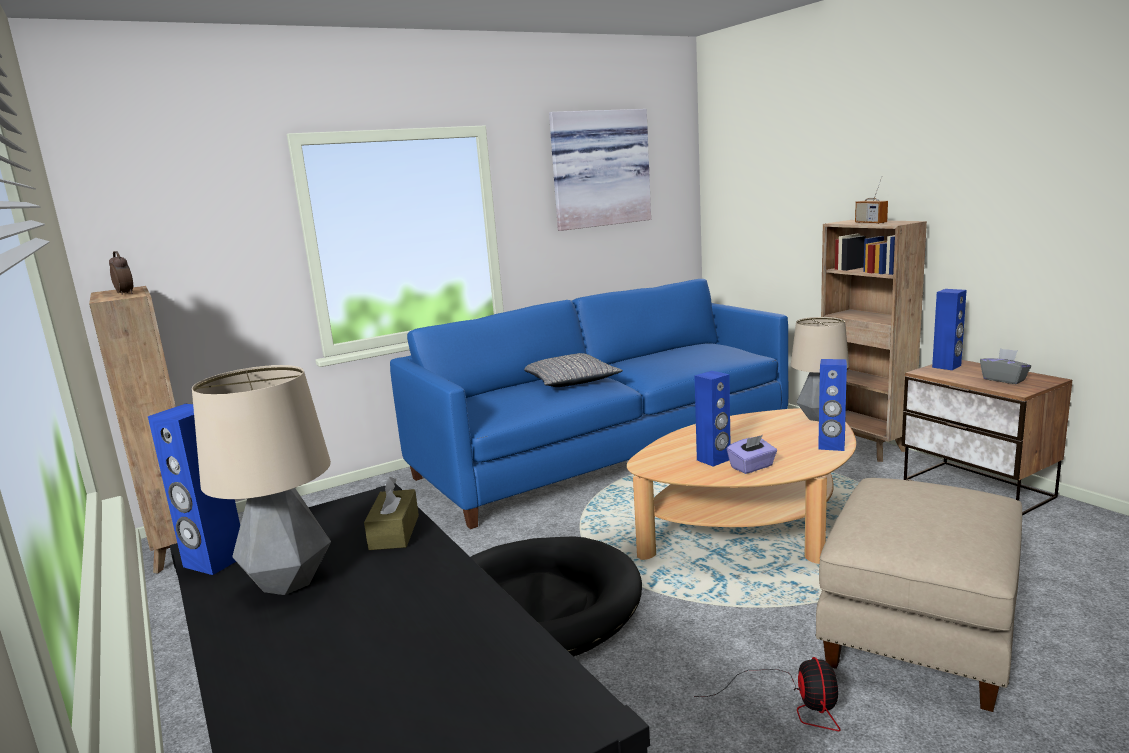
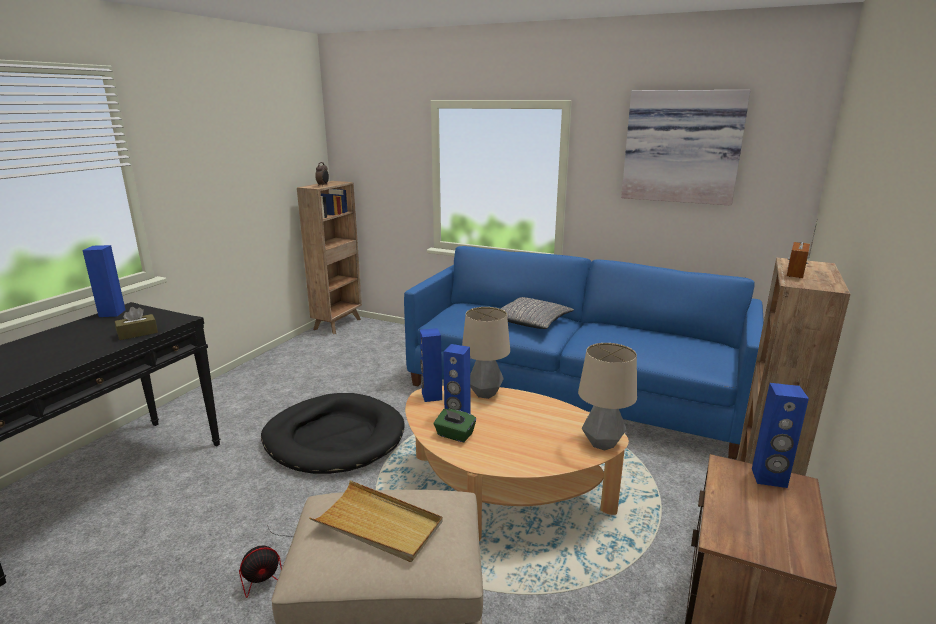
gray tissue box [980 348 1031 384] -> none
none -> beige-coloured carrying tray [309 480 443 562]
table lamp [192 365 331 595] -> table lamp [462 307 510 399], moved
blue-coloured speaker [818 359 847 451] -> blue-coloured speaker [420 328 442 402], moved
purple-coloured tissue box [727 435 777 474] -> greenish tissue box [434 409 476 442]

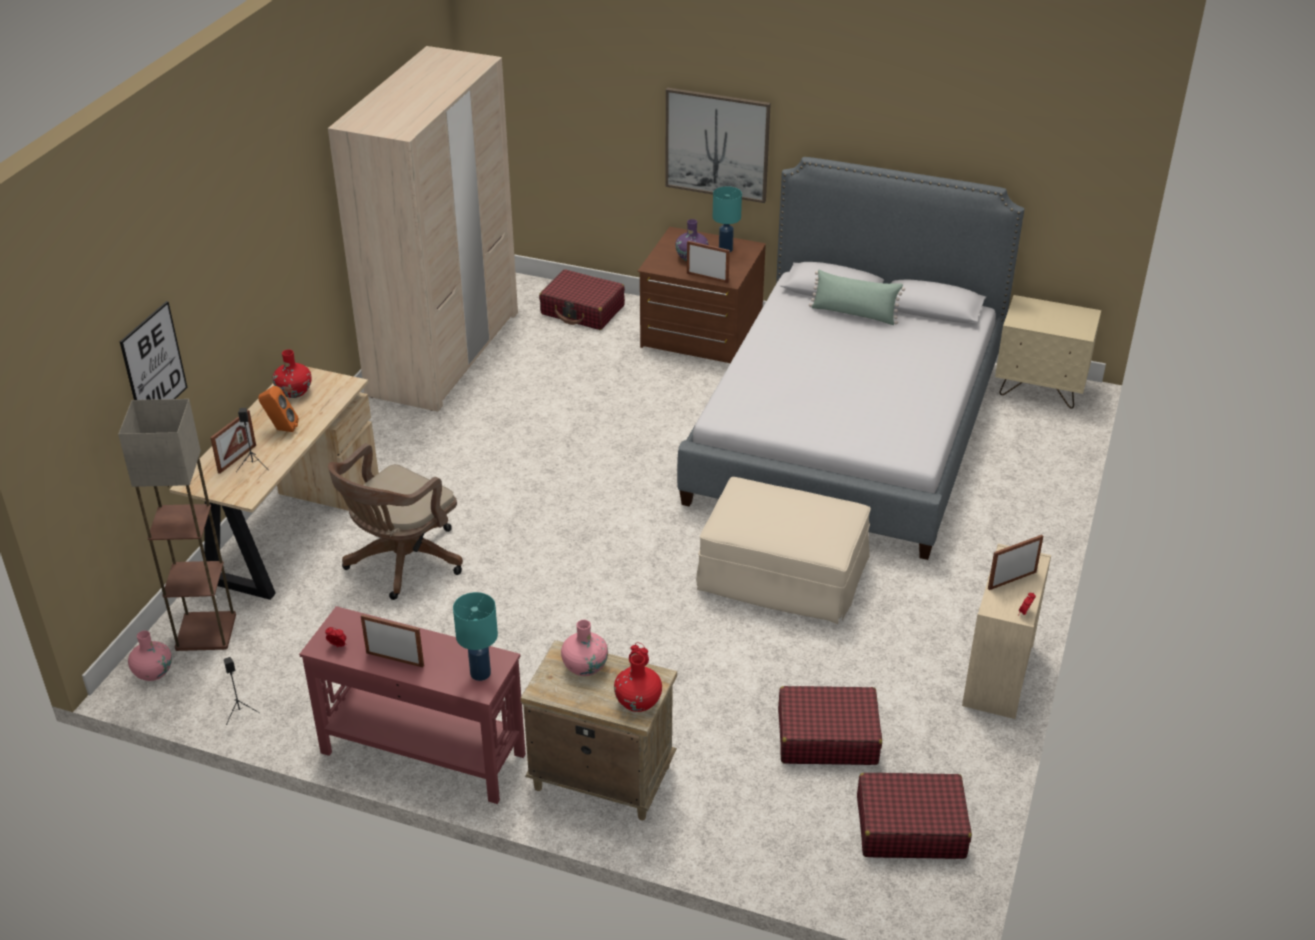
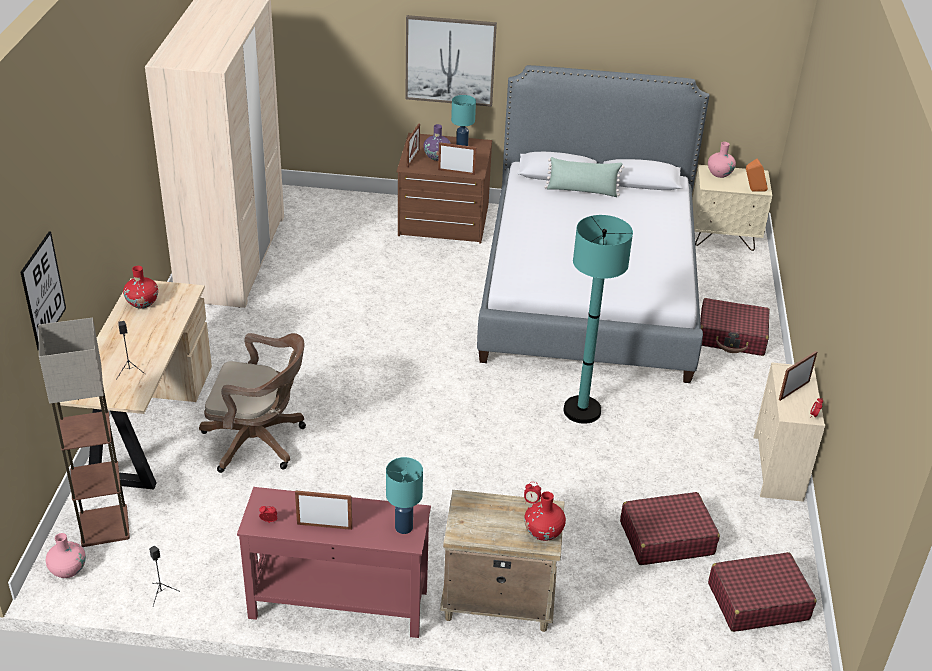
photo frame [210 410 256 474] -> photo frame [407 124 420 168], moved
orangey speaker [258 386 298 432] -> orangey speaker [746 158 768 191], moved
reddish piece of luggage [539 269 625 330] -> reddish piece of luggage [700 298 770 356], moved
pink-coloured flower vase [561 620 608 676] -> pink-coloured flower vase [708 142 736 178], moved
beige-coloured ottoman [696 477 871 624] -> blue-green standard lamp [563 215 633 424]
brown desk chair [328 443 463 600] -> brown desk chair [199 333 306 473], 105 degrees counterclockwise

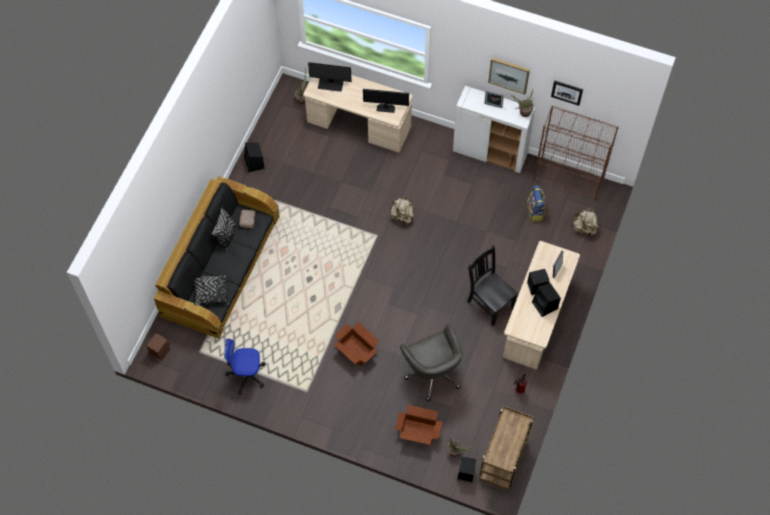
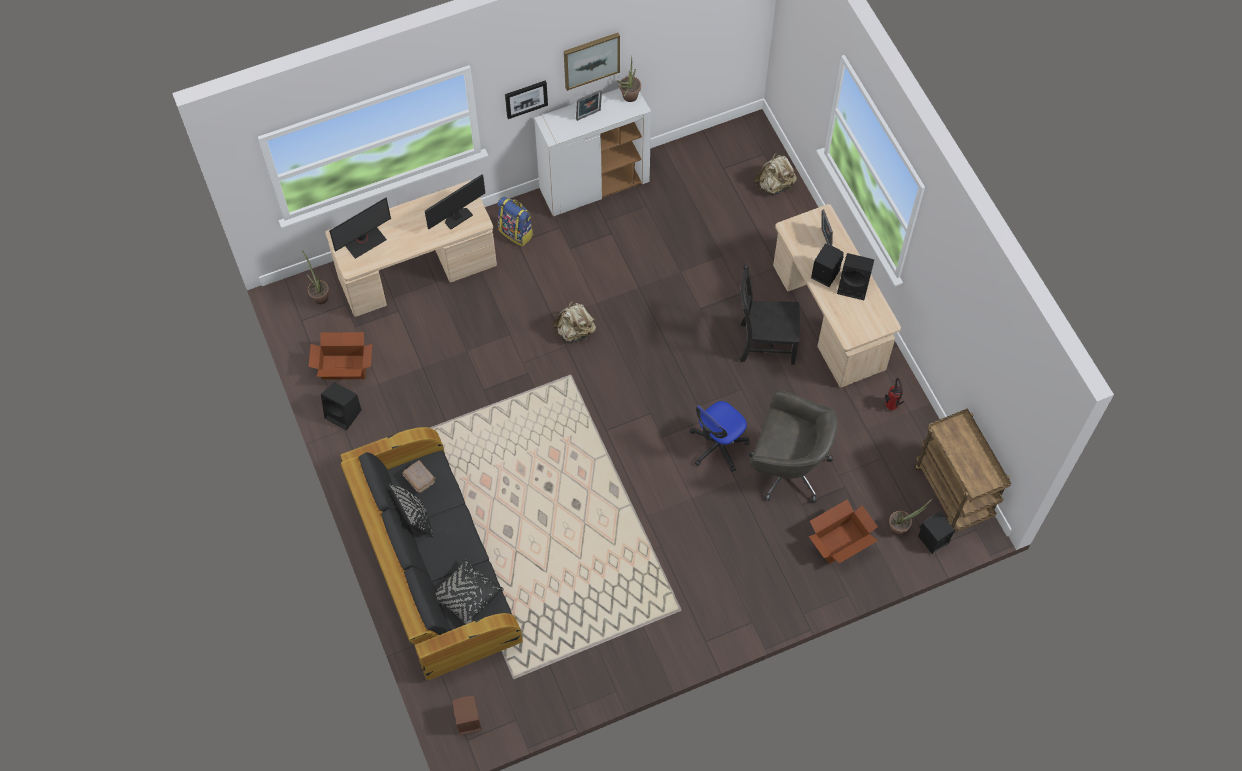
brown bookshelf [533 105 619 201] -> none
desk chair [224 339 265 395] -> desk chair [689 401 749 472], moved
carton [333 322 379 366] -> carton [309 332 372 380], moved
knapsack [527 186 546 221] -> knapsack [498 197 533 247], moved
wall picture [551 80 583 106] -> wall picture [505 81 548 119], moved

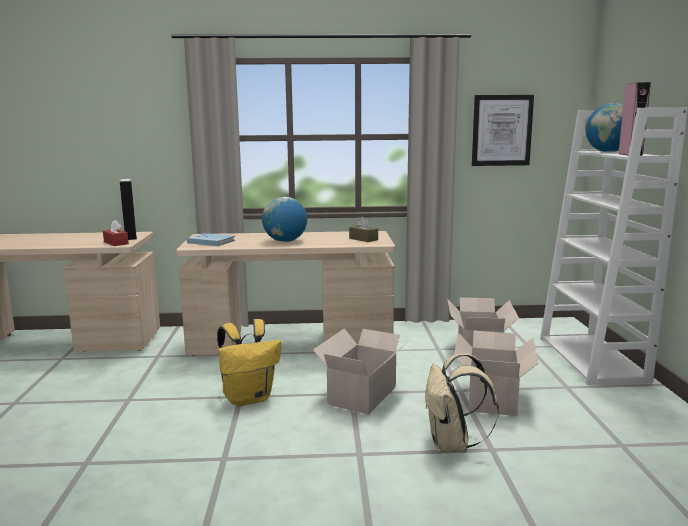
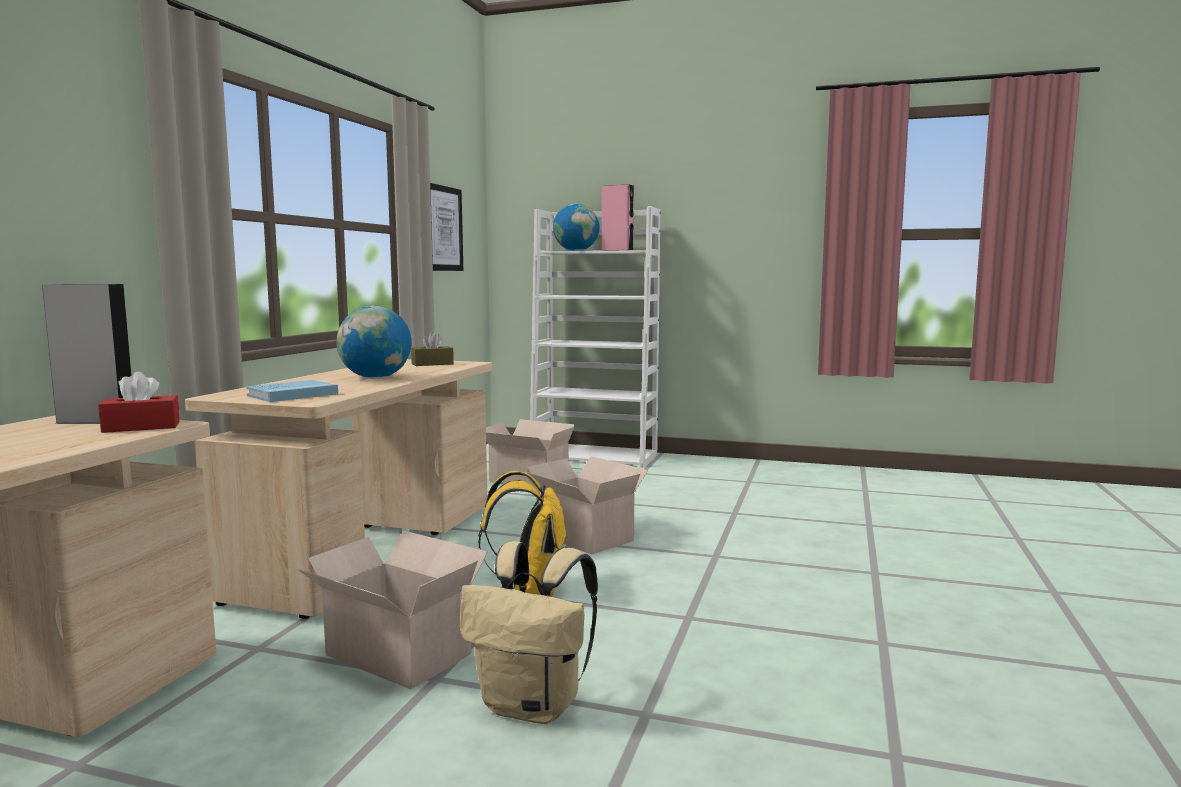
beige-coloured knapsack [425 353 499 453] -> beige-coloured knapsack [460 541 598 724], moved
carton [454 331 539 416] -> carton [297 530 488 689], moved

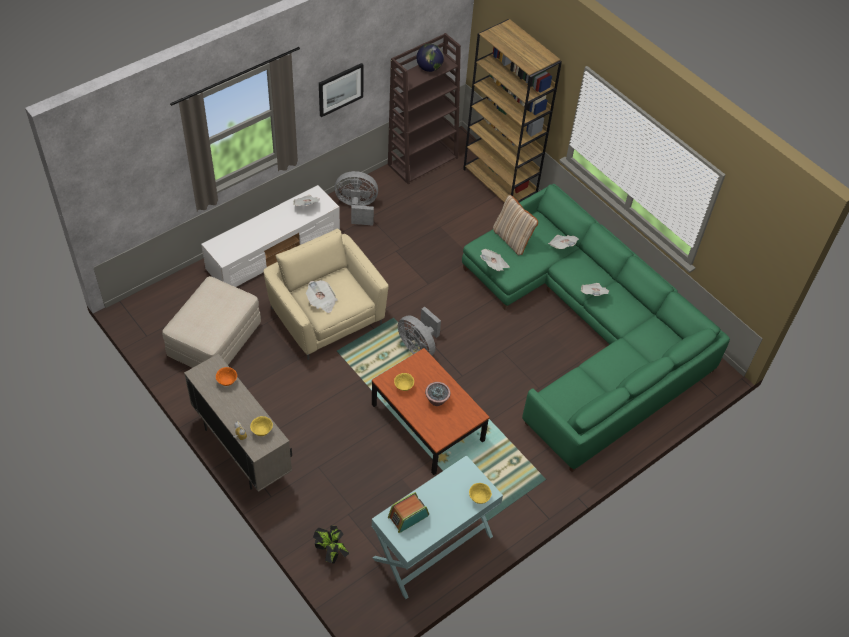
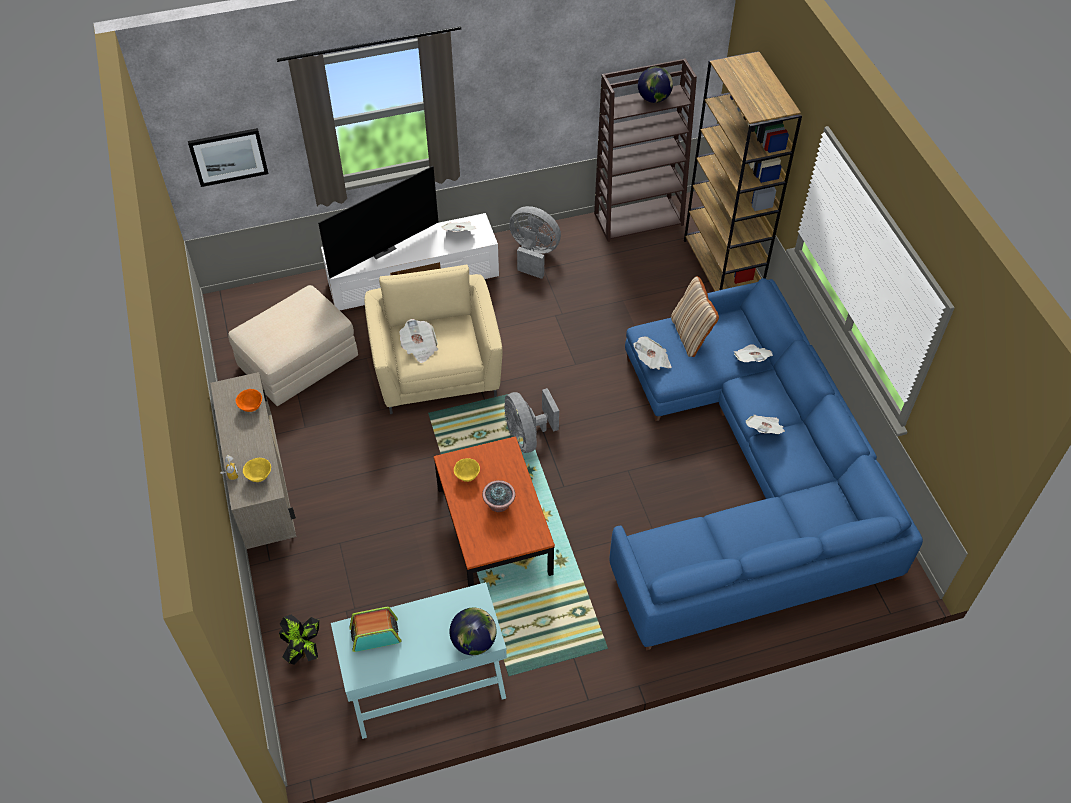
none -> TV [318 166 438 278]
wall picture [319 63 364 117] -> wall picture [188 128 269 187], moved
yellowish bowl [469 483 492 504] -> globe [450 608 497 655]
greenish sofa [462 184 730 472] -> blue-coloured sofa [609 278 923 650]

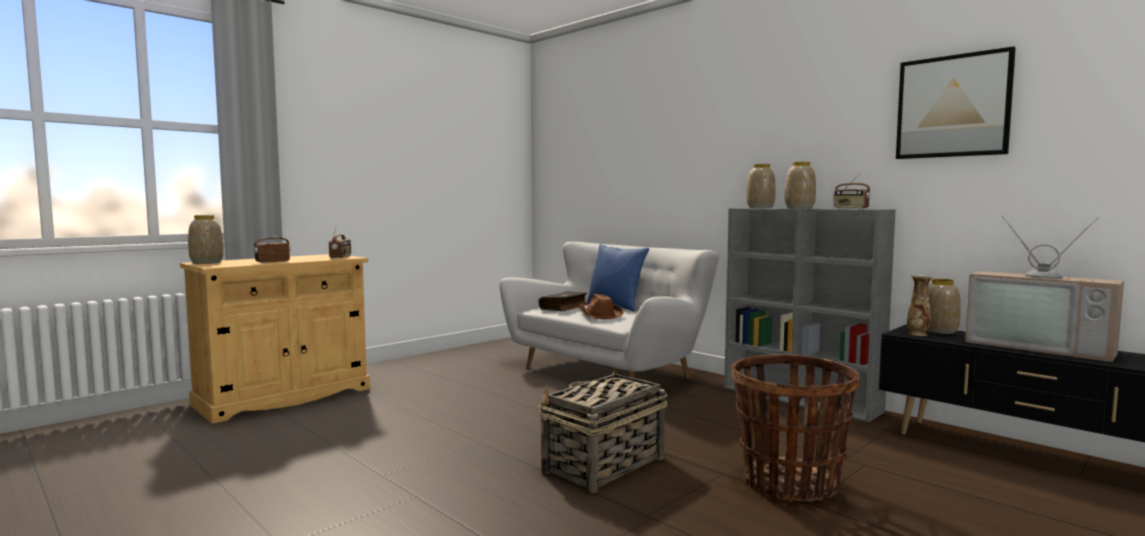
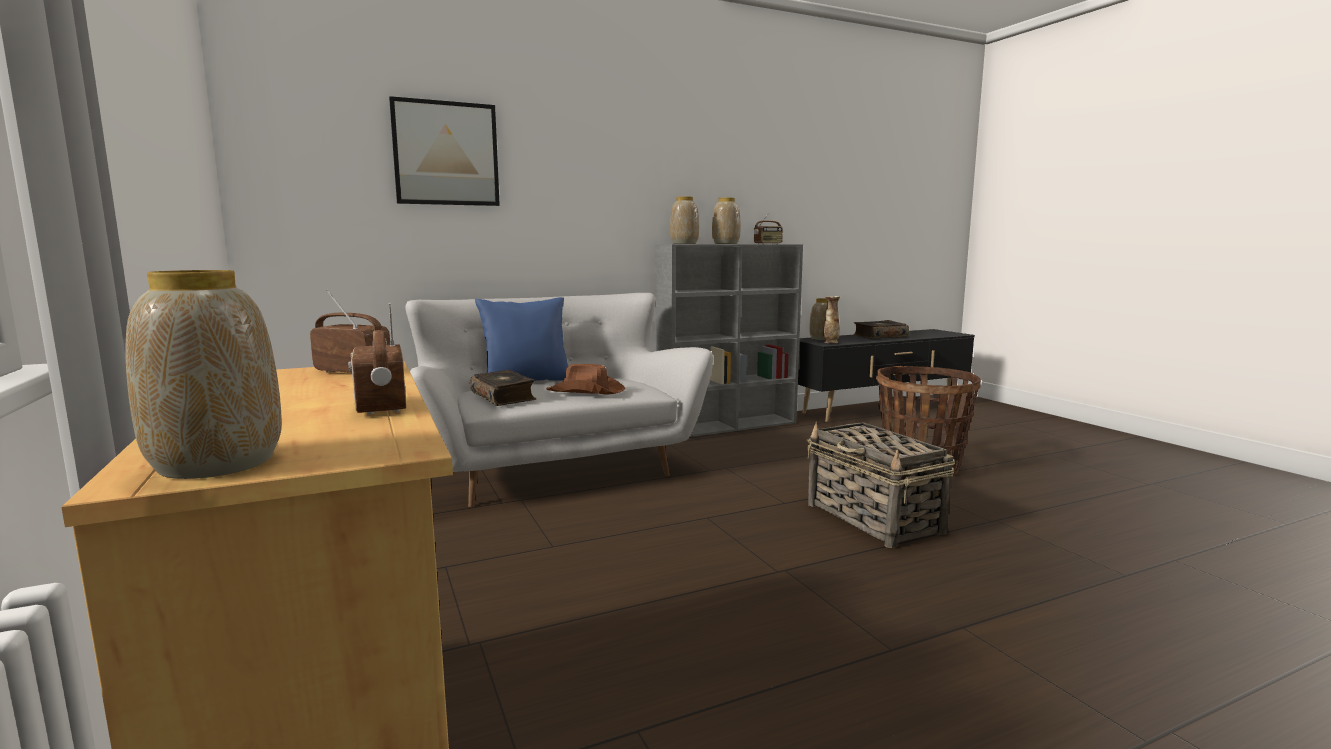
wall picture [896 46 1016 159] -> wall picture [389 96 500 206], moved
TV [965 216 1124 362] -> bound book [853 320 909 339]

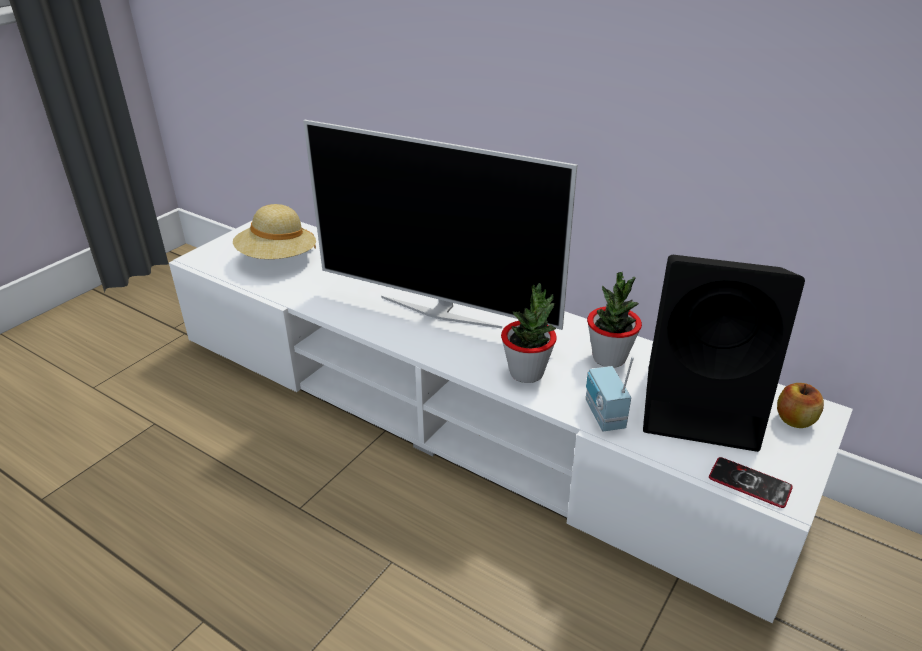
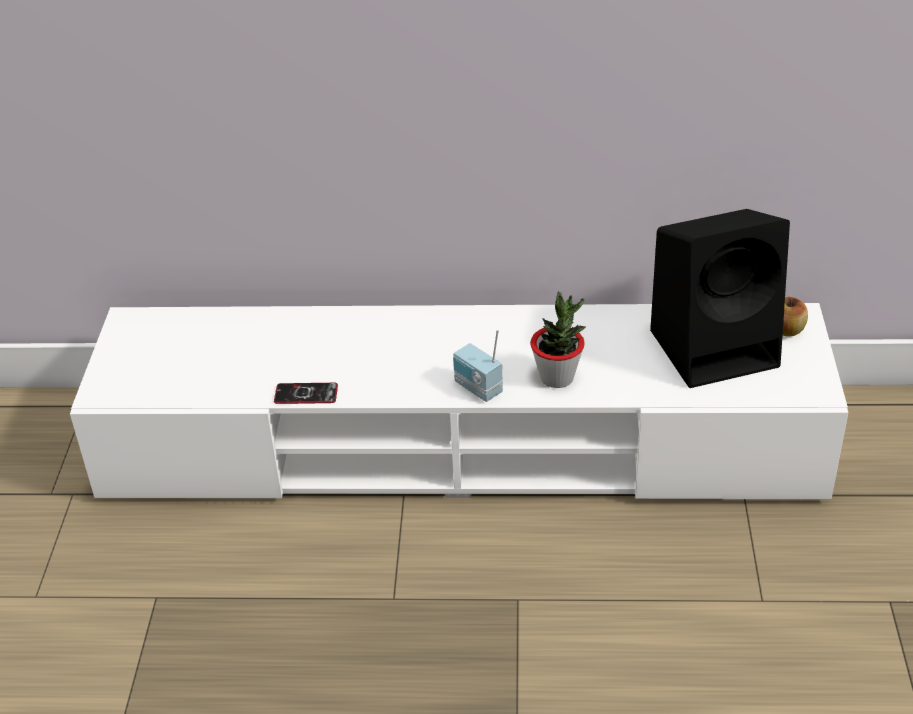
beige-coloured clothing hat [233 204 316 259] -> none
TV [303 120 577 330] -> none
plant in a pot [587 272 642 367] -> none
radio set [586 357 634 431] -> radio set [453 329 503 402], moved
phone [709 457 793 508] -> phone [274 383 338 404], moved

